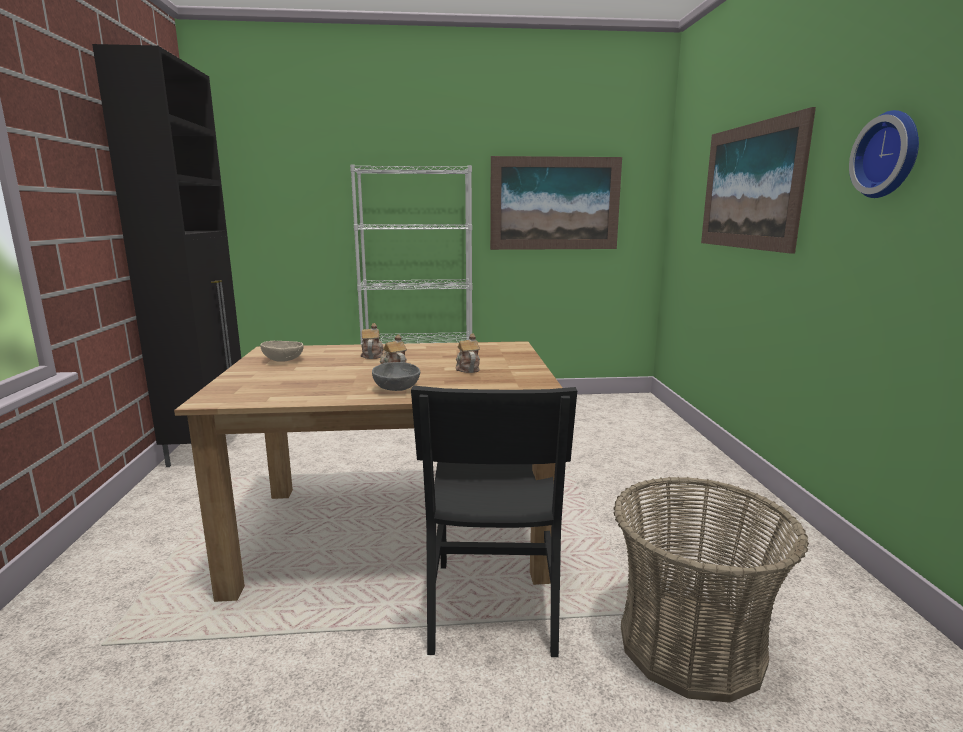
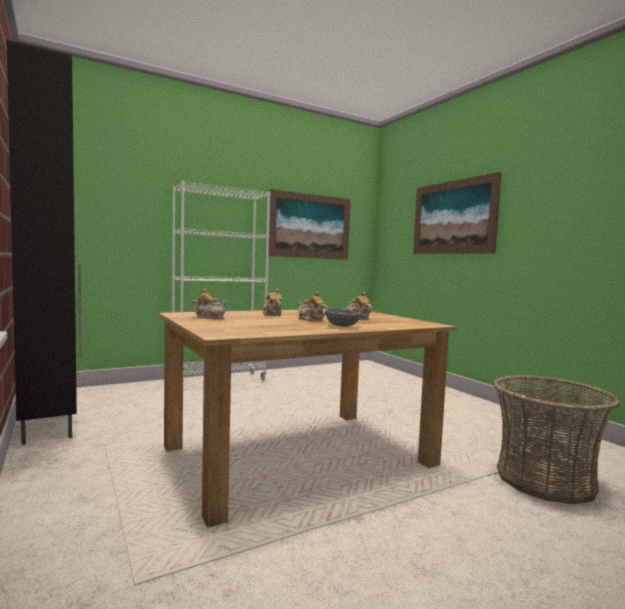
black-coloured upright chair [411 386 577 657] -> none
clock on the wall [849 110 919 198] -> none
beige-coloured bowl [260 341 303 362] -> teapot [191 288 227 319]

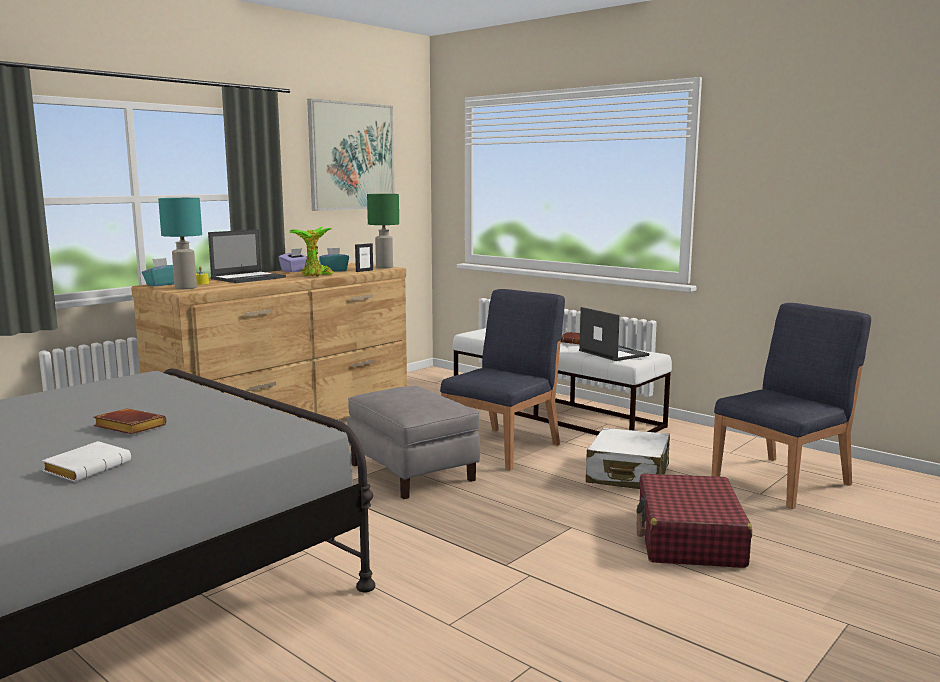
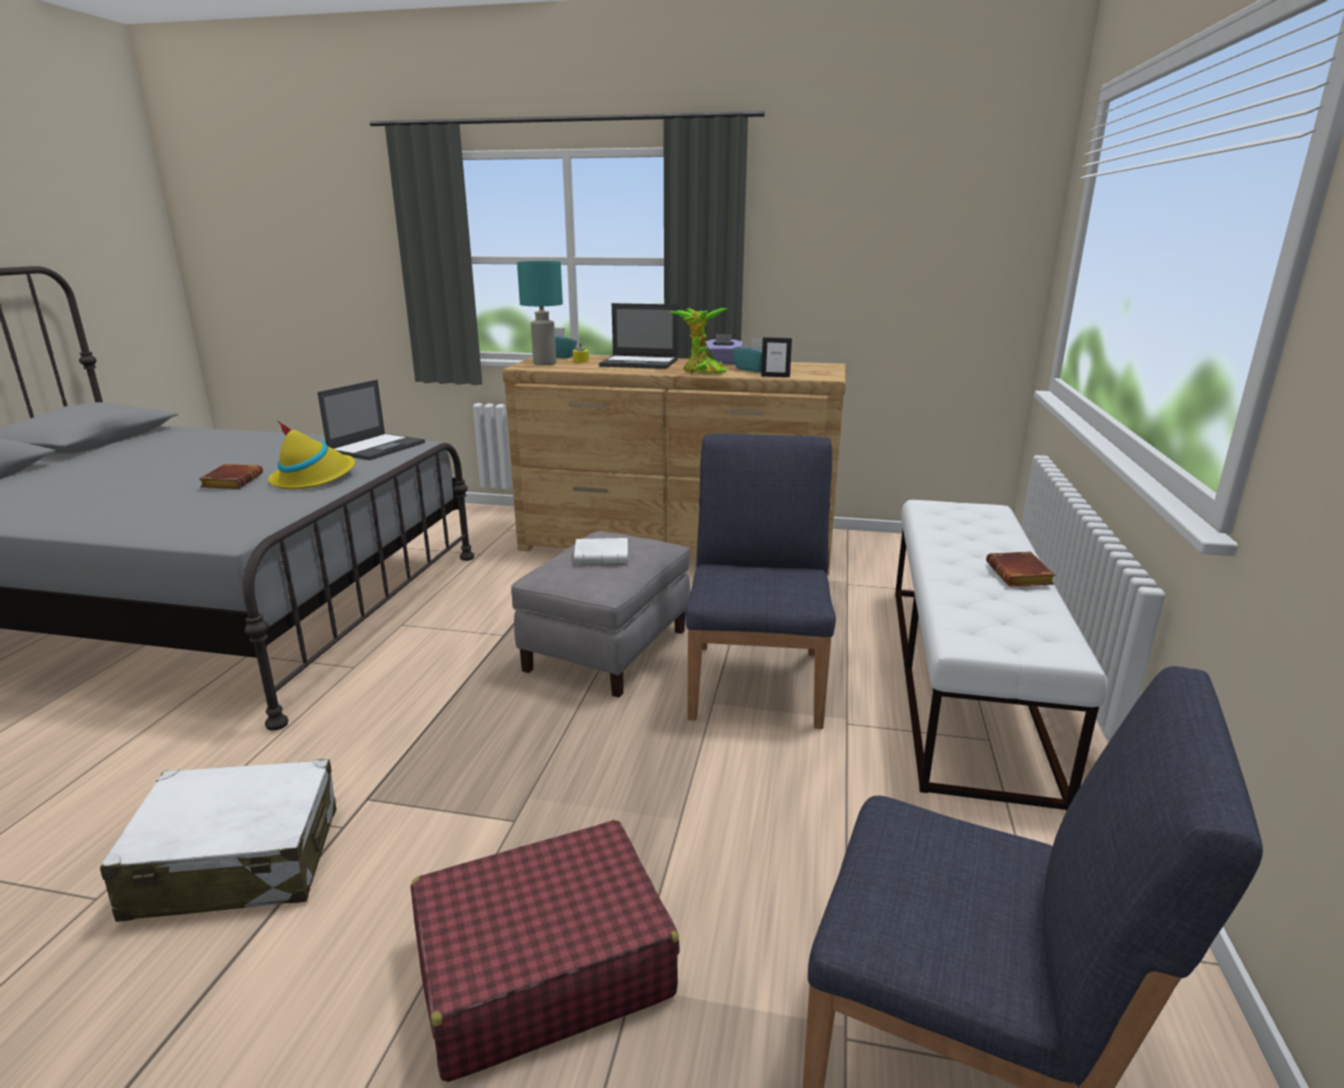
wall picture [307 99 395 211] -> none
greenish table lamp [367 194 399 268] -> none
none -> yellowish clothing hat [268 420 355 490]
white bound book [42 441 131 482] -> white bound book [574 538 628 564], moved
portable computer [579 307 650 361] -> portable computer [317 380 425 460], moved
white piece of luggage [586 428 670 489] -> white piece of luggage [100 759 336 922], moved
blue-coloured upright chair [440 289 565 471] -> blue-coloured upright chair [685 434 836 729], 90 degrees counterclockwise

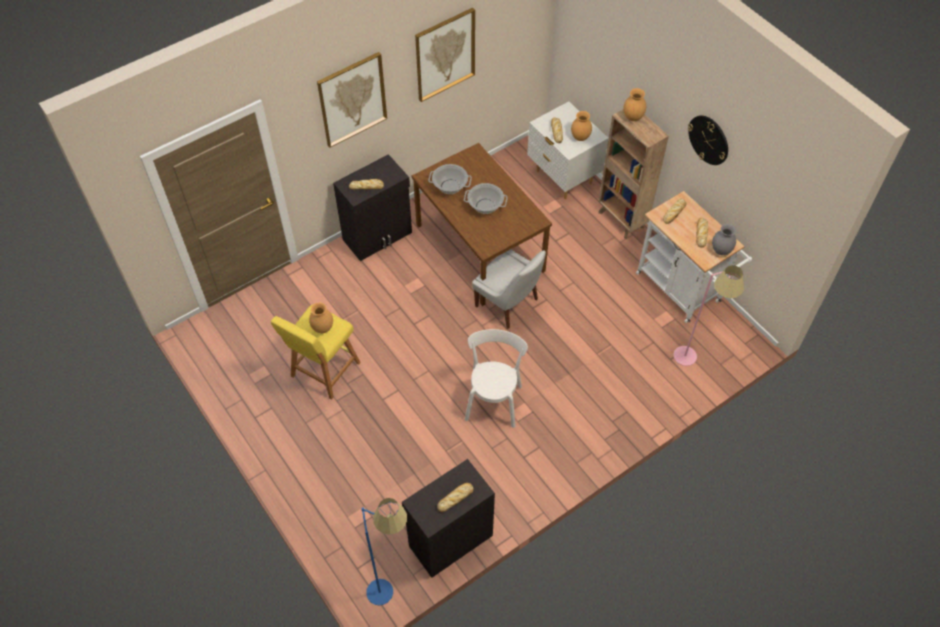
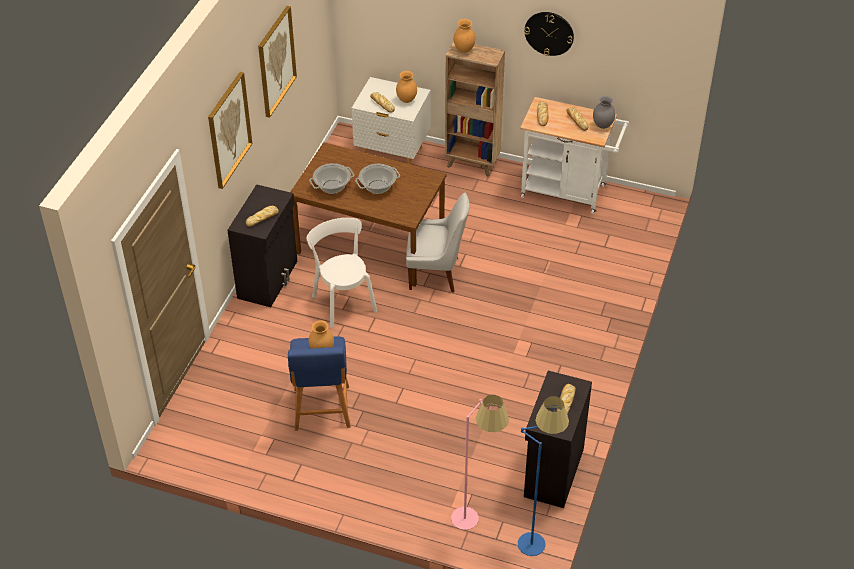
white upright chair [465 329 528 428] -> white upright chair [307 218 377 328], moved
pink-coloured standard lamp [673 265 744 366] -> pink-coloured standard lamp [451 395 509 530], moved
yellowish stool seat [271 305 361 399] -> blue-coloured stool seat [288 336 351 431]

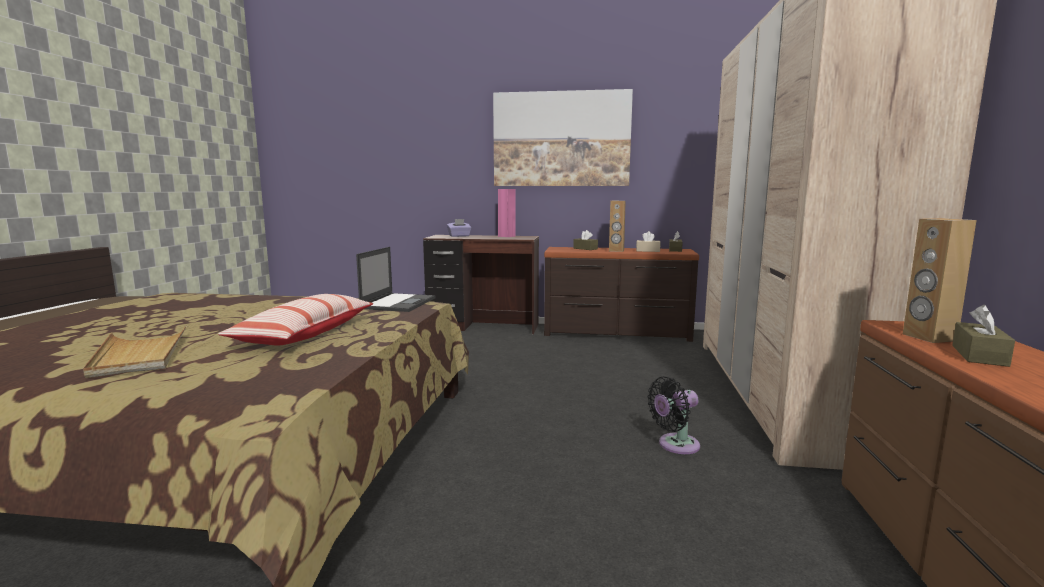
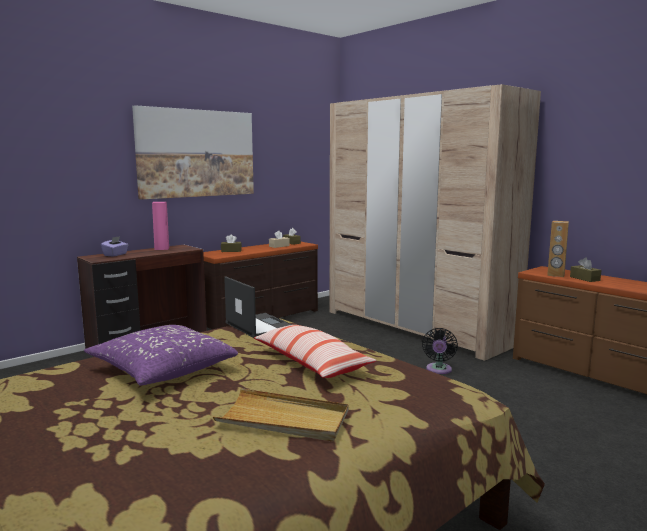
brown speaker [609 201 626 252] -> none
none -> purple-coloured throw pillow [84 325 238 386]

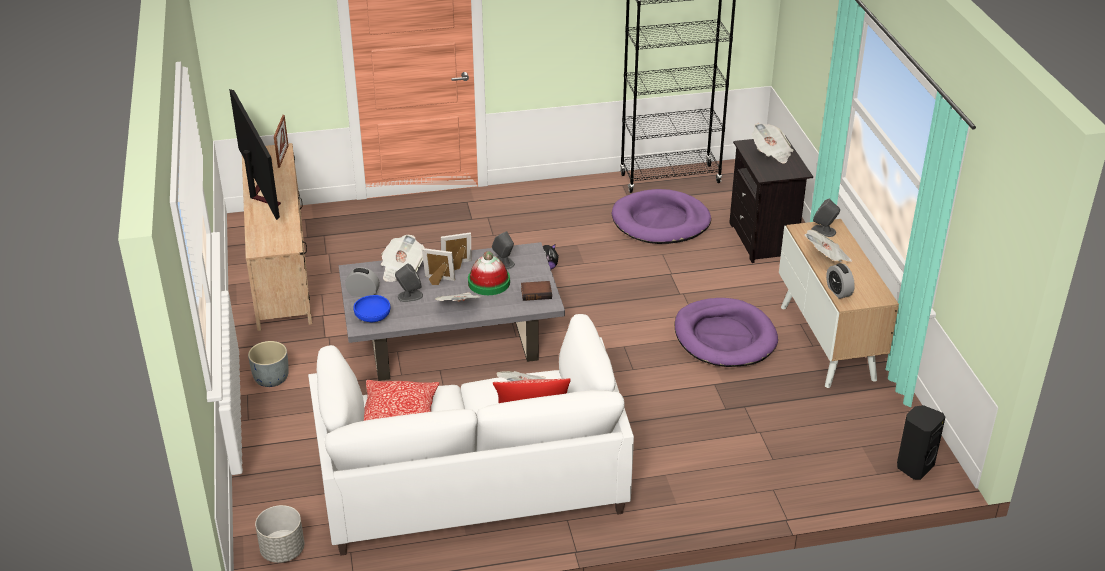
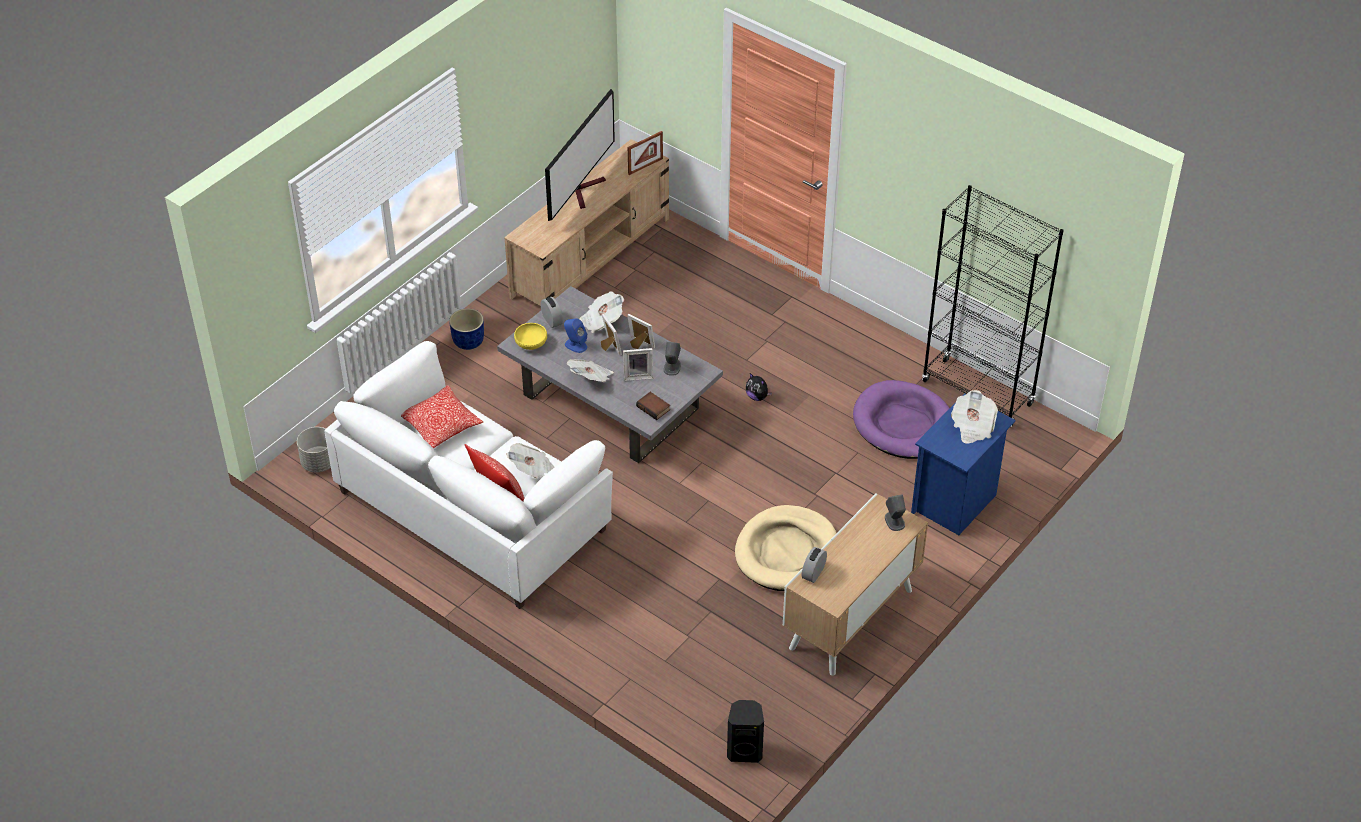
daily paper [804 230 852 262] -> none
clothing hat [468 251 510 295] -> photo frame [623 348 653 381]
gray flower pot [248 341 289 387] -> blue-coloured flower pot [449 308 484 350]
blue-coloured bowl [353 295 390 322] -> yellowish bowl [514 323 547 350]
gray speaker [395 264 423 302] -> blue-coloured speaker [564 318 587 353]
purple-coloured dog cushion [674 298 778 367] -> beige-coloured dog cushion [735 505 836 591]
black-coloured nightstand [729 136 813 263] -> blue-coloured nightstand [911 393 1015 535]

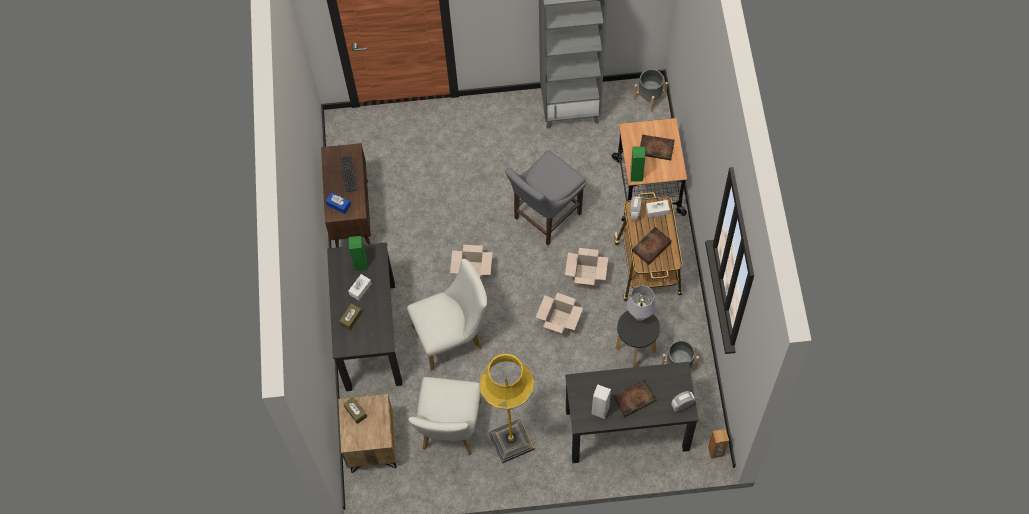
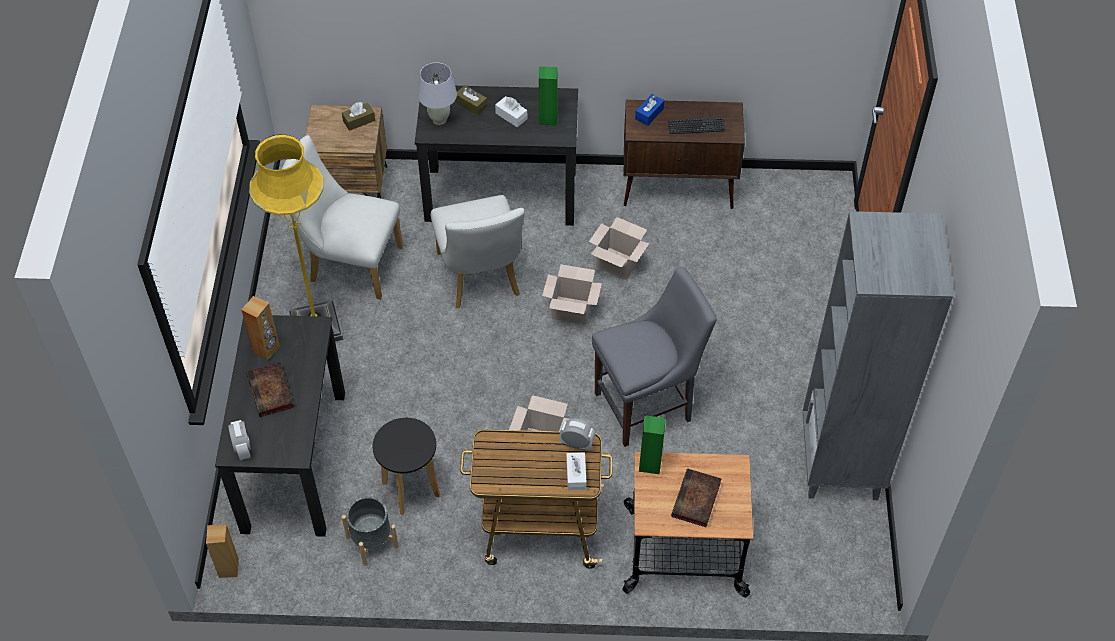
bound book [632 227 672 265] -> none
gray flower pot [633 69 668 112] -> none
carton [536 293 583 337] -> carton [589 217 649 280], moved
white table lamp [627 285 656 321] -> white table lamp [418 62 457 125], moved
white speaker [591 384 611 419] -> brown speaker [241 296 280 360]
gray upright chair [505 150 586 246] -> gray upright chair [592 267 716 447], 105 degrees clockwise

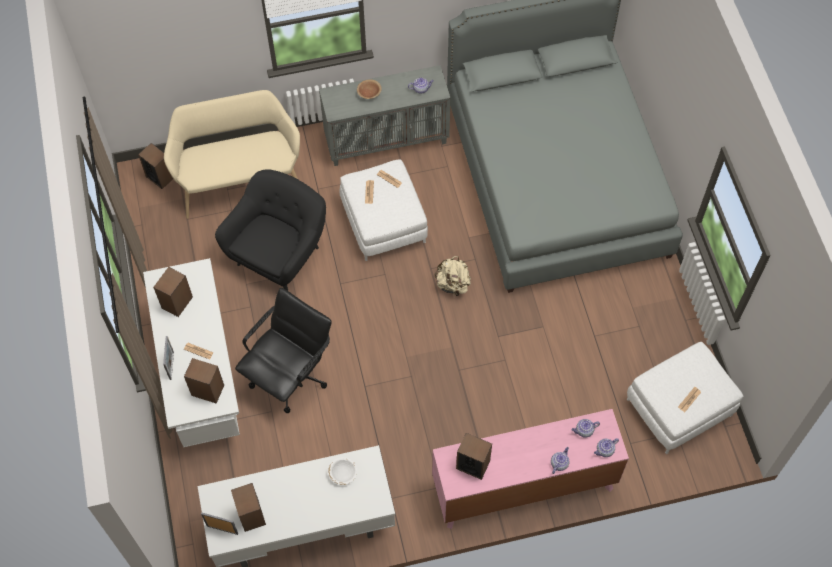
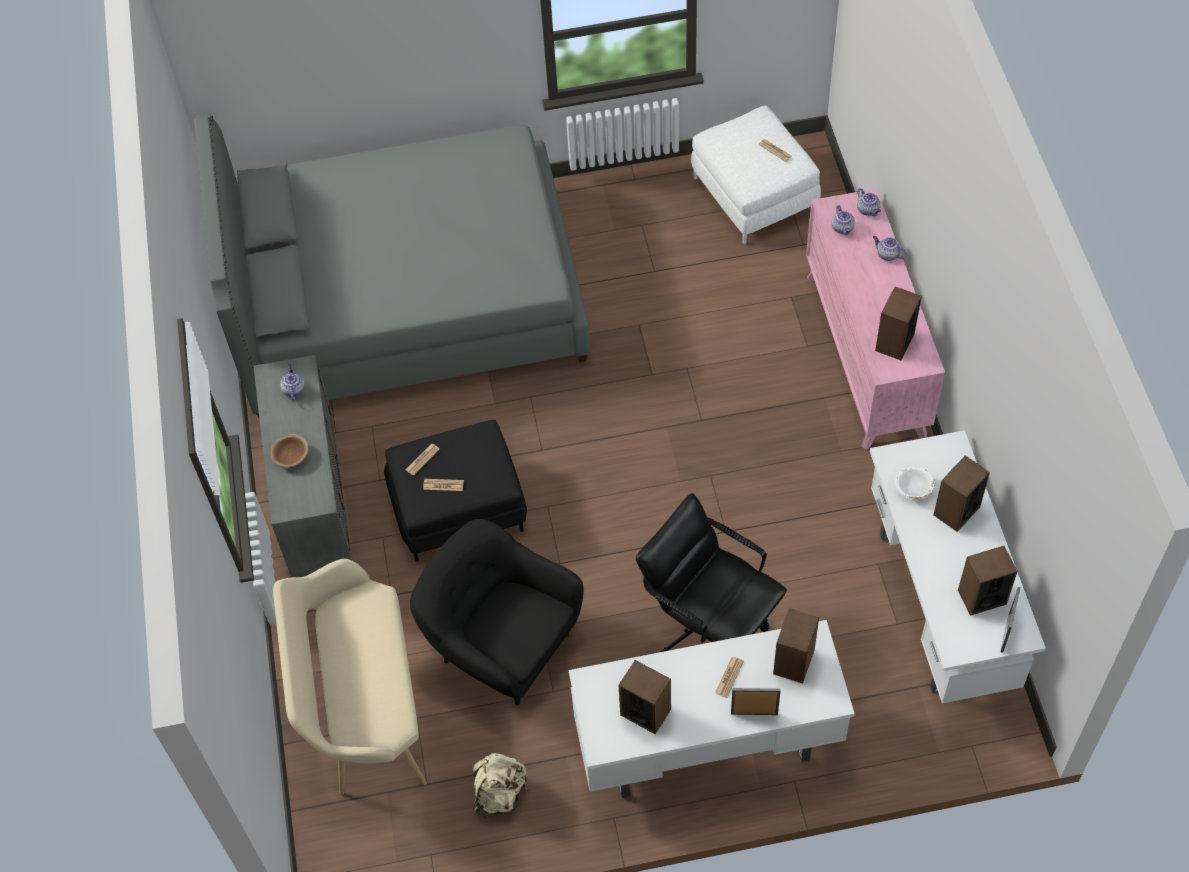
speaker [138 143 173 189] -> speaker [933 456 990 532], moved
beige-coloured knapsack [434 256 471 296] -> beige-coloured knapsack [473 753 528 818], moved
white ottoman [339 159 428 261] -> black-coloured ottoman [384 420 527 562]

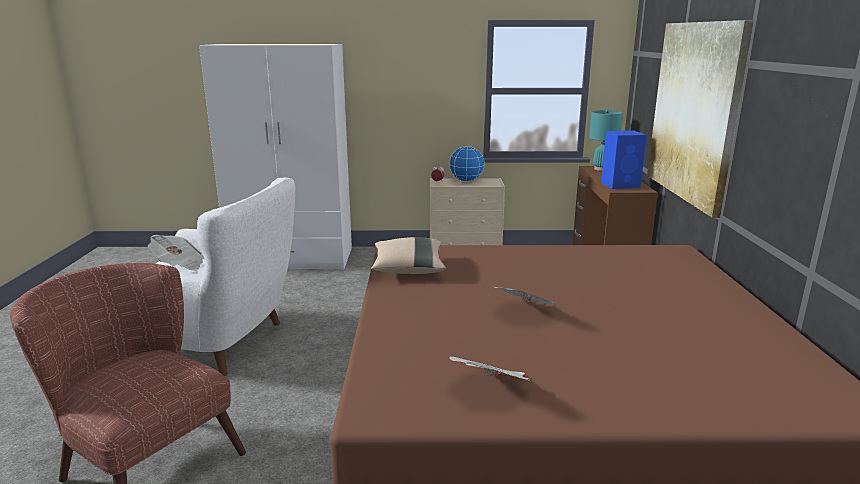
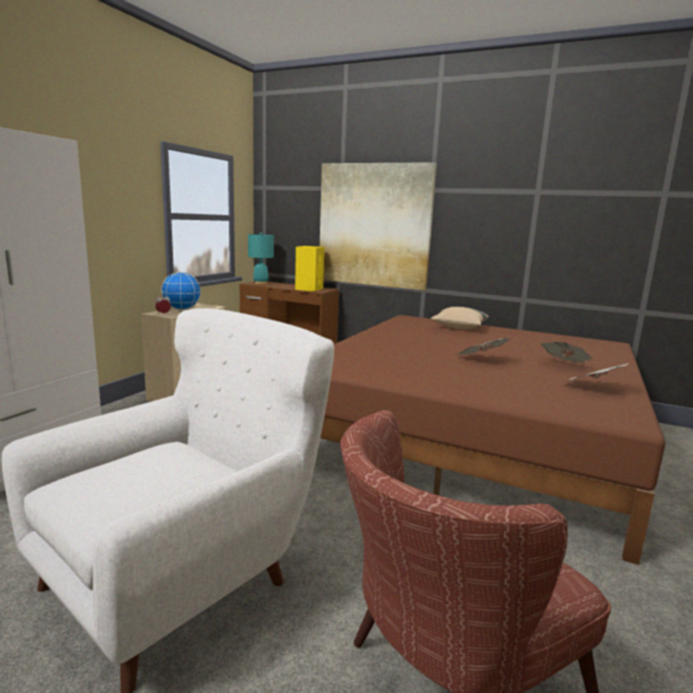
daily paper [148 235 204 271] -> daily paper [540 342 592 363], moved
beige-coloured throw pillow [371 237 446 274] -> beige-coloured throw pillow [431 306 489 329], moved
blue-coloured speaker [601 131 647 189] -> yellowish speaker [295 246 324 291]

